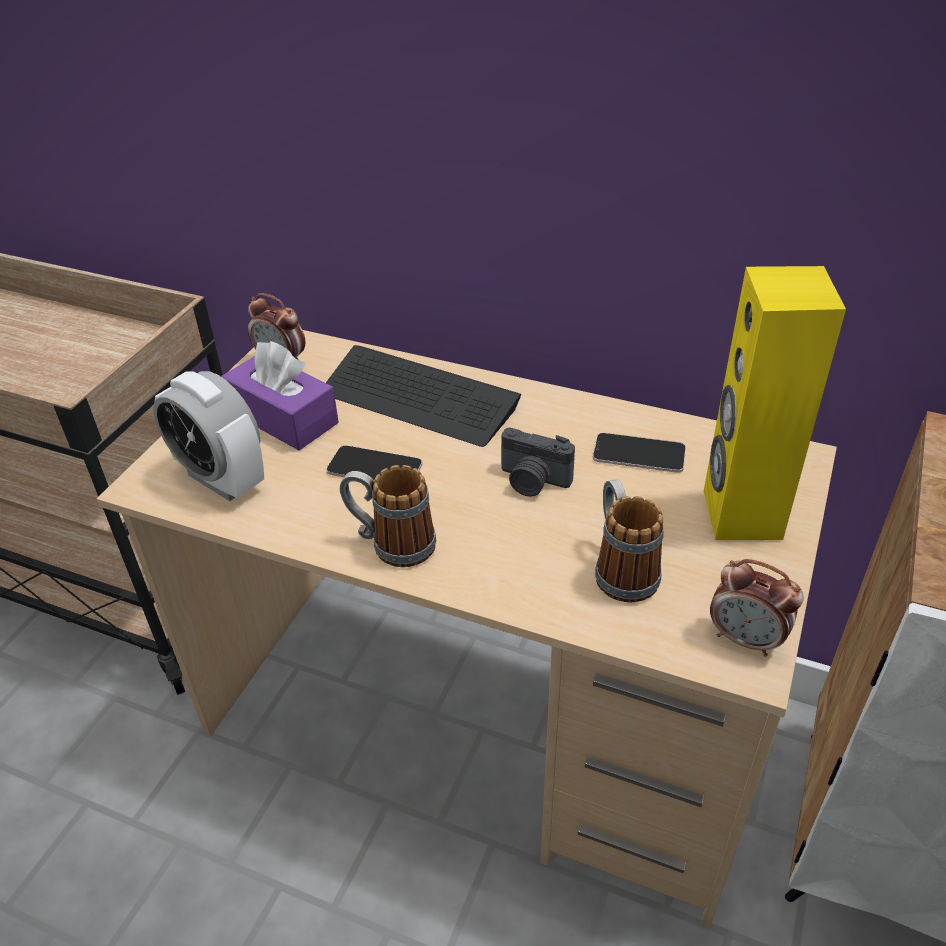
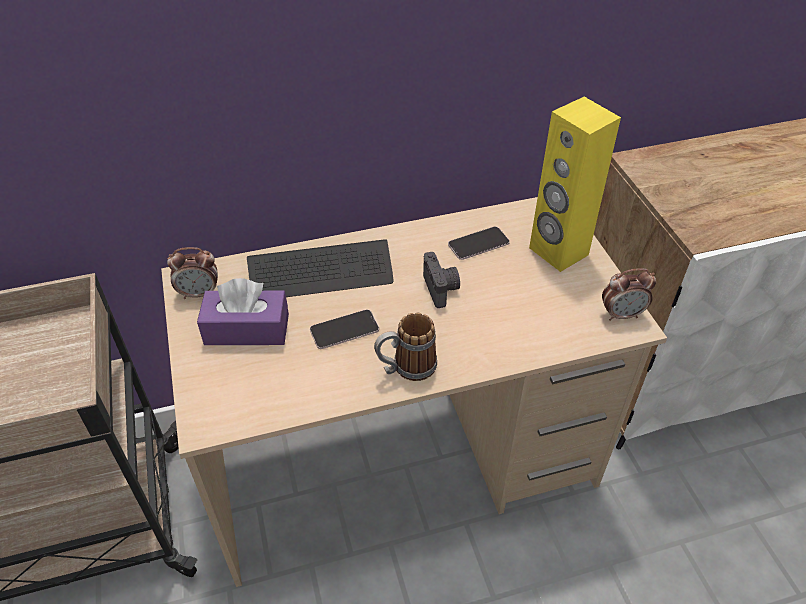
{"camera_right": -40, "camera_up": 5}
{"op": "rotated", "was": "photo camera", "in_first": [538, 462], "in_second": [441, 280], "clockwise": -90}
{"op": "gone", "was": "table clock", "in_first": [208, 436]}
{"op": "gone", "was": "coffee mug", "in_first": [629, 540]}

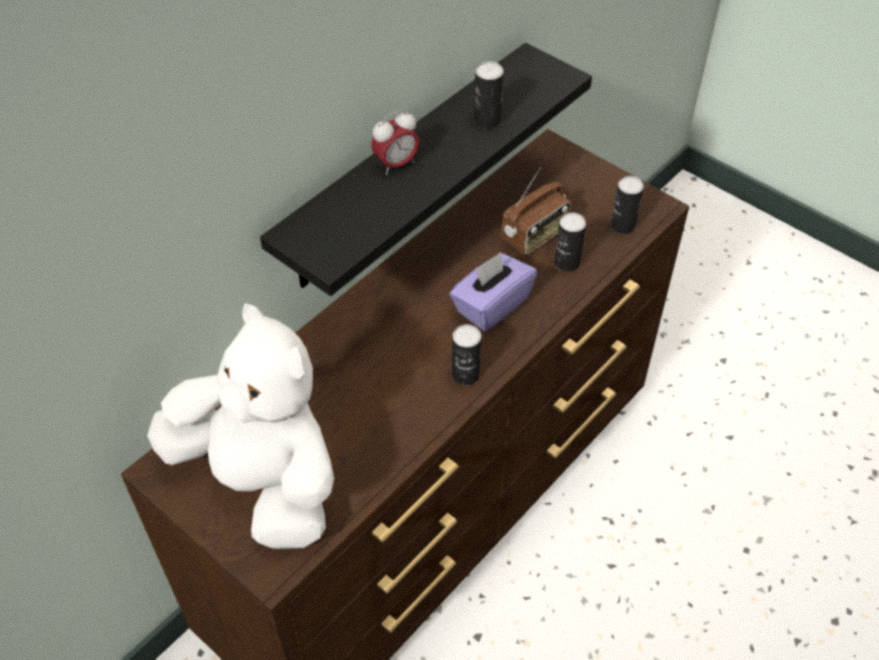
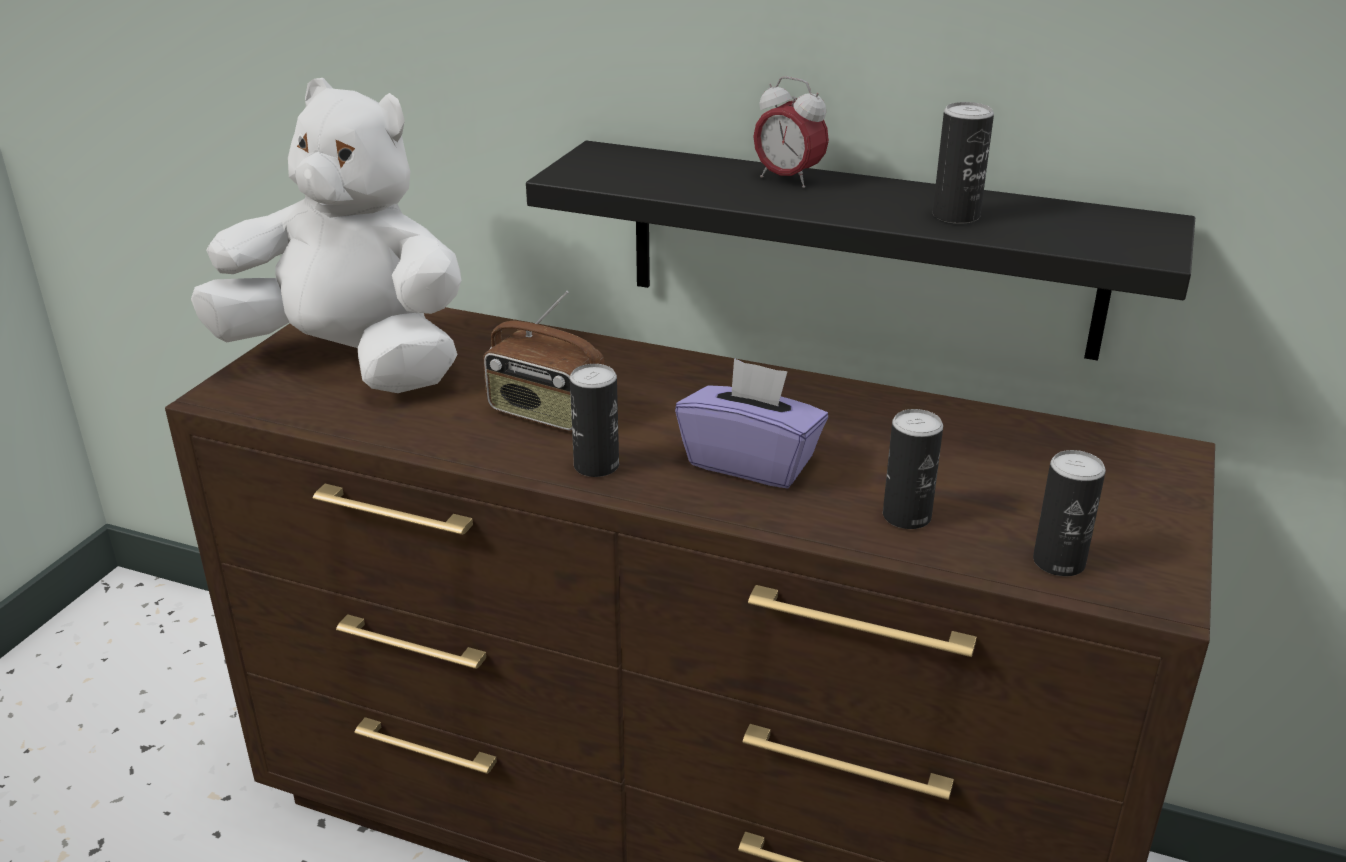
{"camera_right": 70, "camera_up": -20}
{"op": "rotated", "was": "white cuddly toy", "in_first": [240, 426], "in_second": [326, 235], "clockwise": -90}
{"op": "shifted", "was": "radio receiver", "in_first": [536, 211], "in_second": [543, 361]}

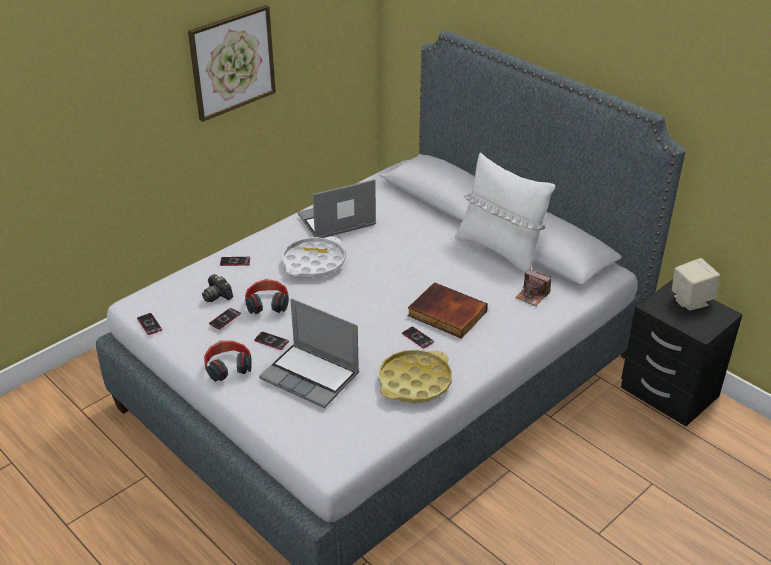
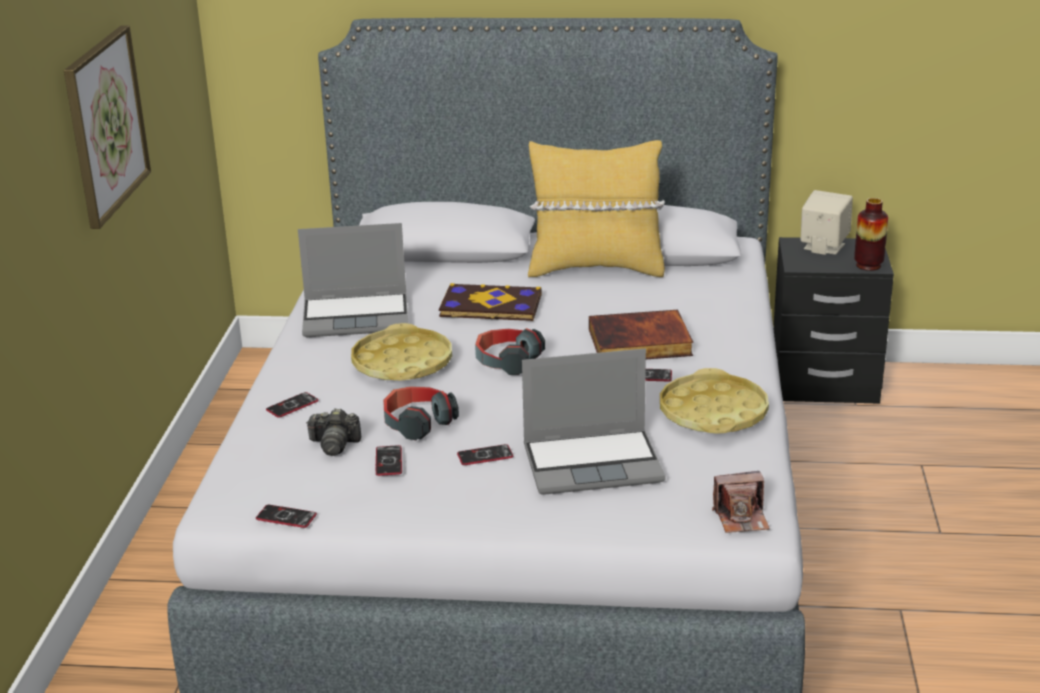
{"camera_right": -40, "camera_up": -10}
{"op": "rotated", "was": "portable computer", "in_first": [337, 208], "in_second": [353, 280], "clockwise": -120}
{"op": "repainted", "was": "white tray", "now": "yellow-coloured tray", "in_first": [313, 257], "in_second": [401, 351]}
{"op": "new", "now": "book", "in_second": [490, 302]}
{"op": "shifted", "was": "headphones", "in_first": [228, 361], "in_second": [510, 351]}
{"op": "repainted", "was": "white cushion", "now": "yellow-coloured cushion", "in_first": [505, 213], "in_second": [596, 208]}
{"op": "shifted", "was": "photo camera", "in_first": [533, 287], "in_second": [741, 502]}
{"op": "new", "now": "decorative vase", "in_second": [871, 234]}

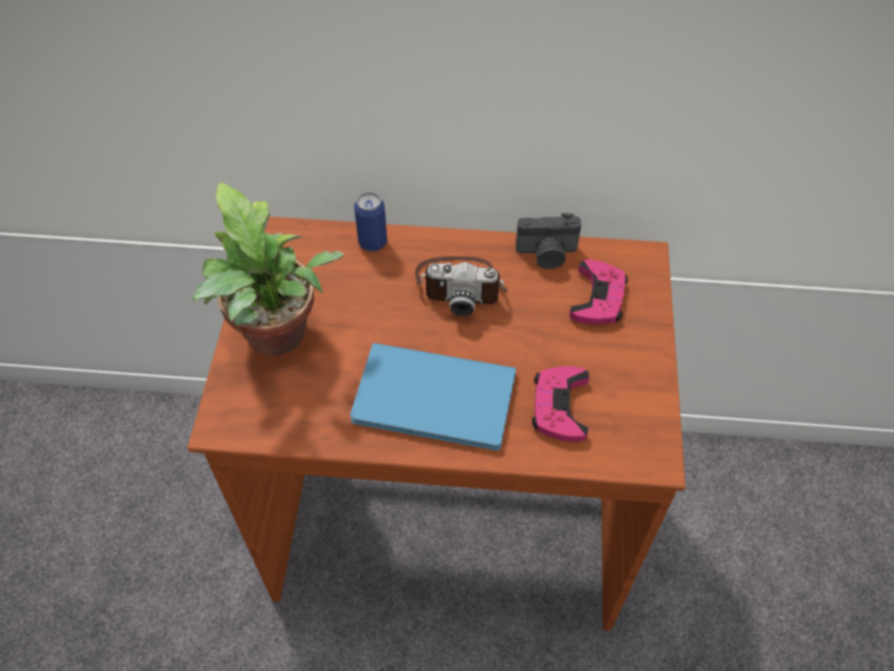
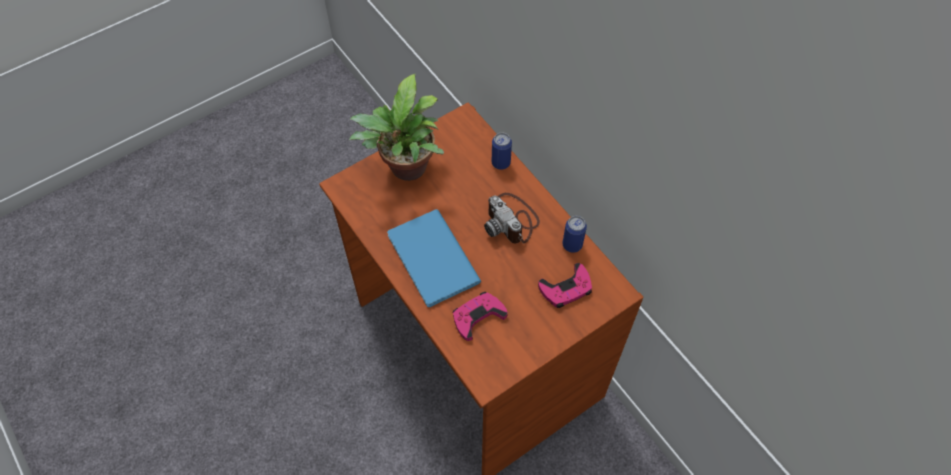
{"camera_right": 50, "camera_up": 5}
{"op": "swapped", "was": "photo camera", "now": "sealed can", "in_first": [548, 241], "in_second": [574, 234]}

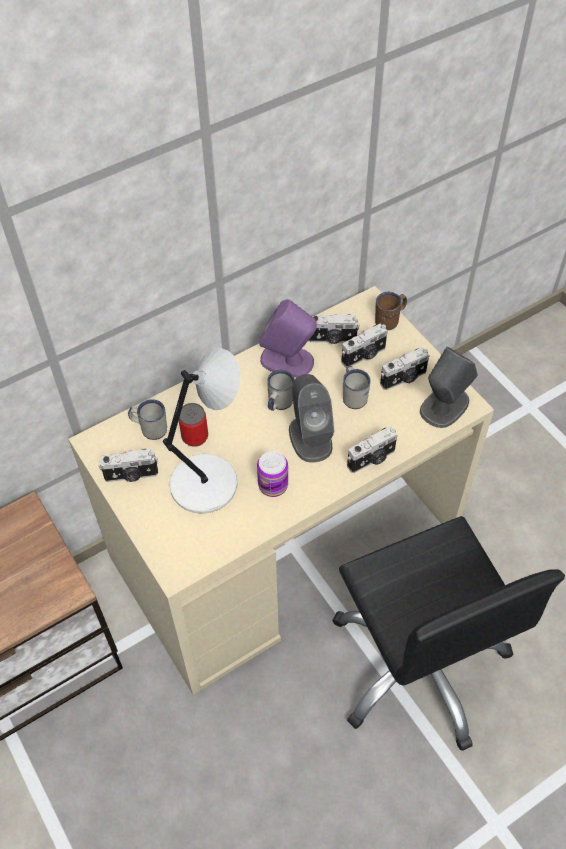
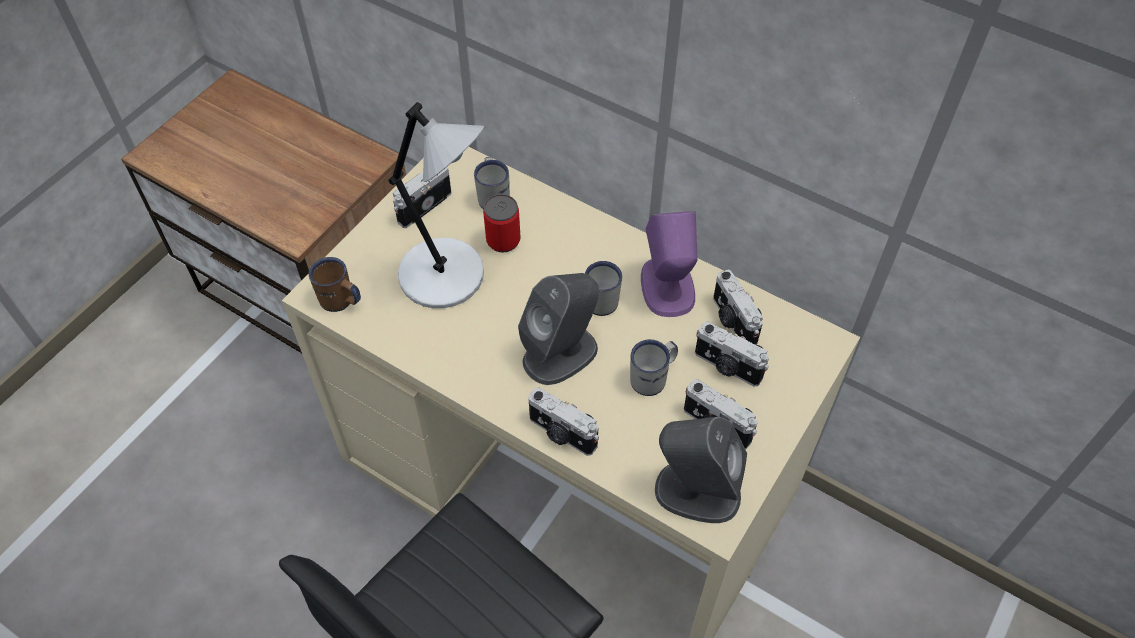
{"camera_right": 65, "camera_up": 0}
{"op": "shifted", "was": "brown-coloured coffee mug", "in_first": [391, 311], "in_second": [334, 284]}
{"op": "rotated", "was": "photo camera", "in_first": [128, 465], "in_second": [422, 197], "clockwise": 75}
{"op": "gone", "was": "sealed can", "in_first": [272, 474]}

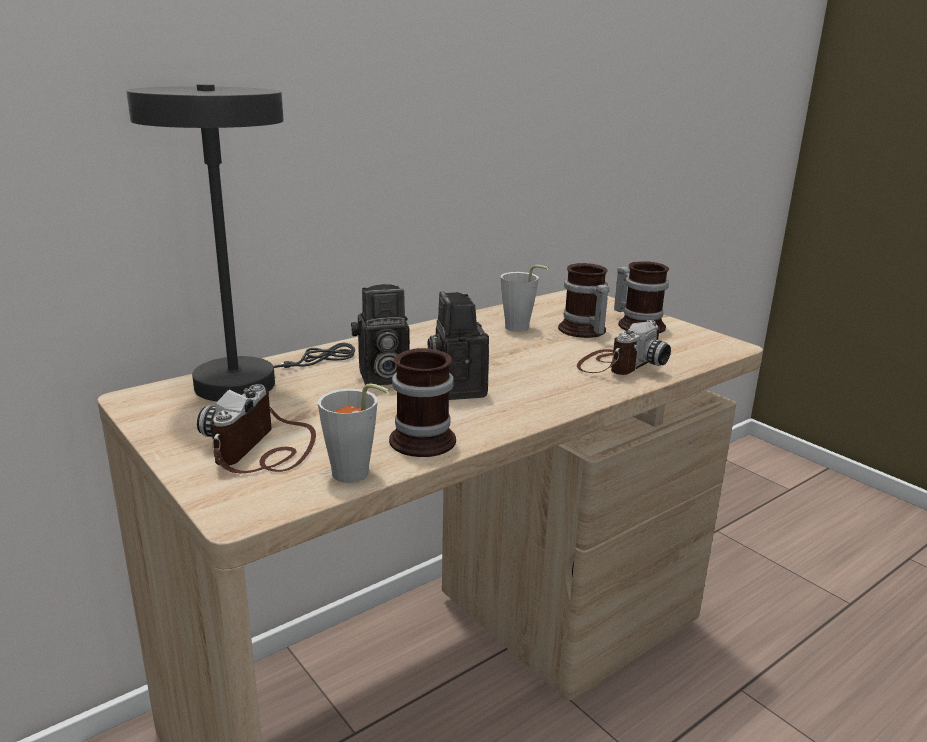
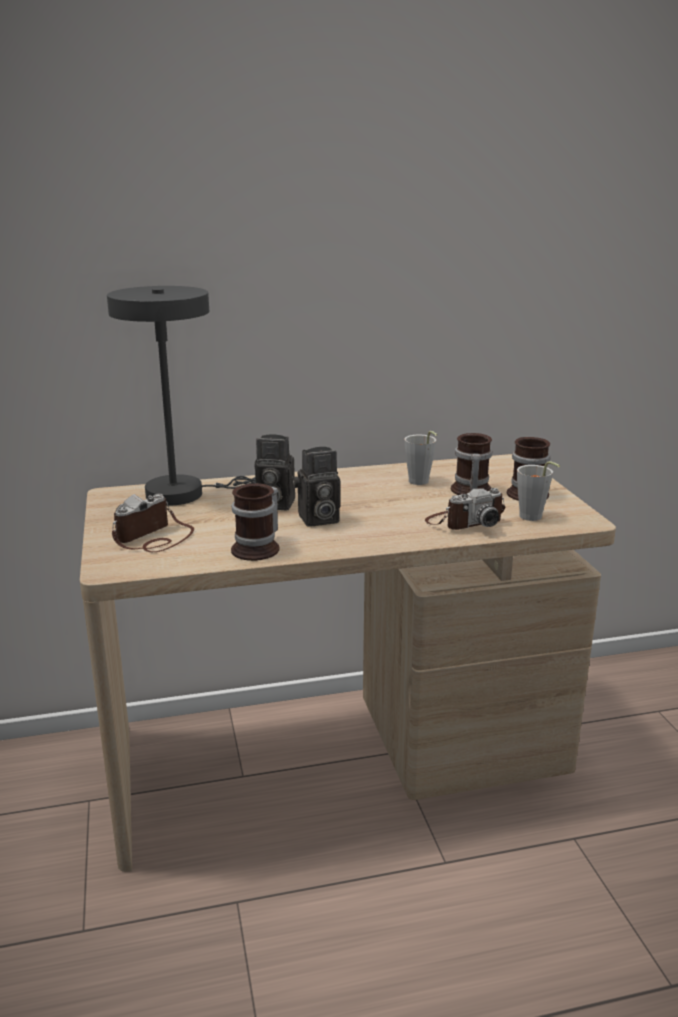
{"camera_right": 25, "camera_up": 0}
{"op": "rotated", "was": "photo camera", "in_first": [458, 345], "in_second": [317, 487], "clockwise": -120}
{"op": "shifted", "was": "gray small cup", "in_first": [354, 433], "in_second": [538, 491]}

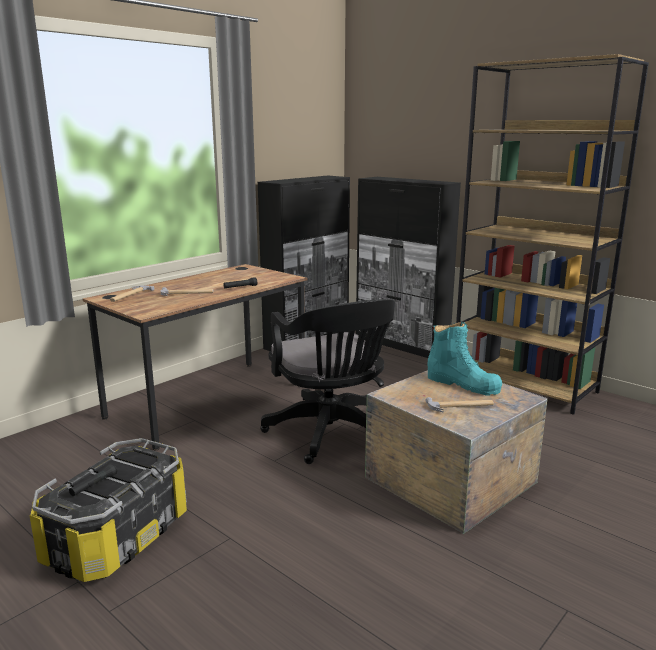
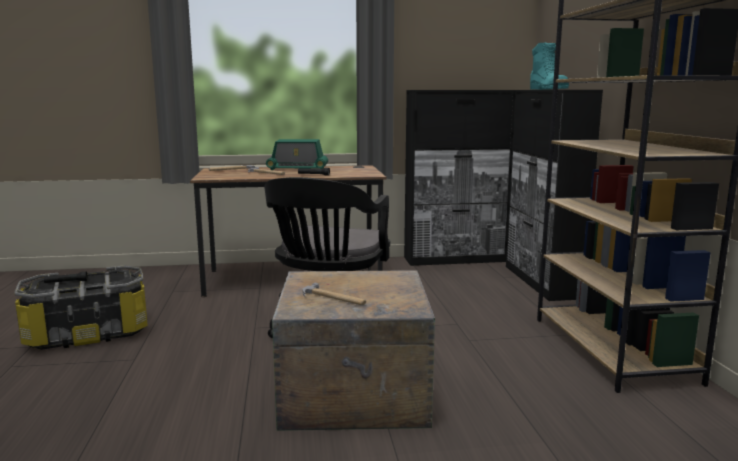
{"camera_right": 40, "camera_up": -5}
{"op": "new", "now": "radio receiver", "in_second": [297, 154]}
{"op": "shifted", "was": "turquoise boot", "in_first": [464, 358], "in_second": [549, 66]}

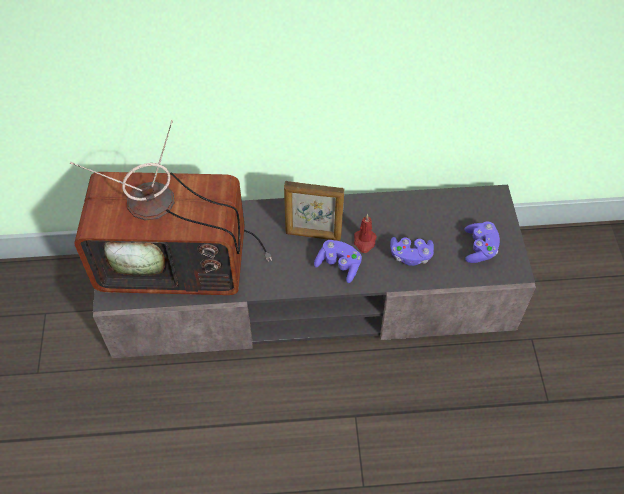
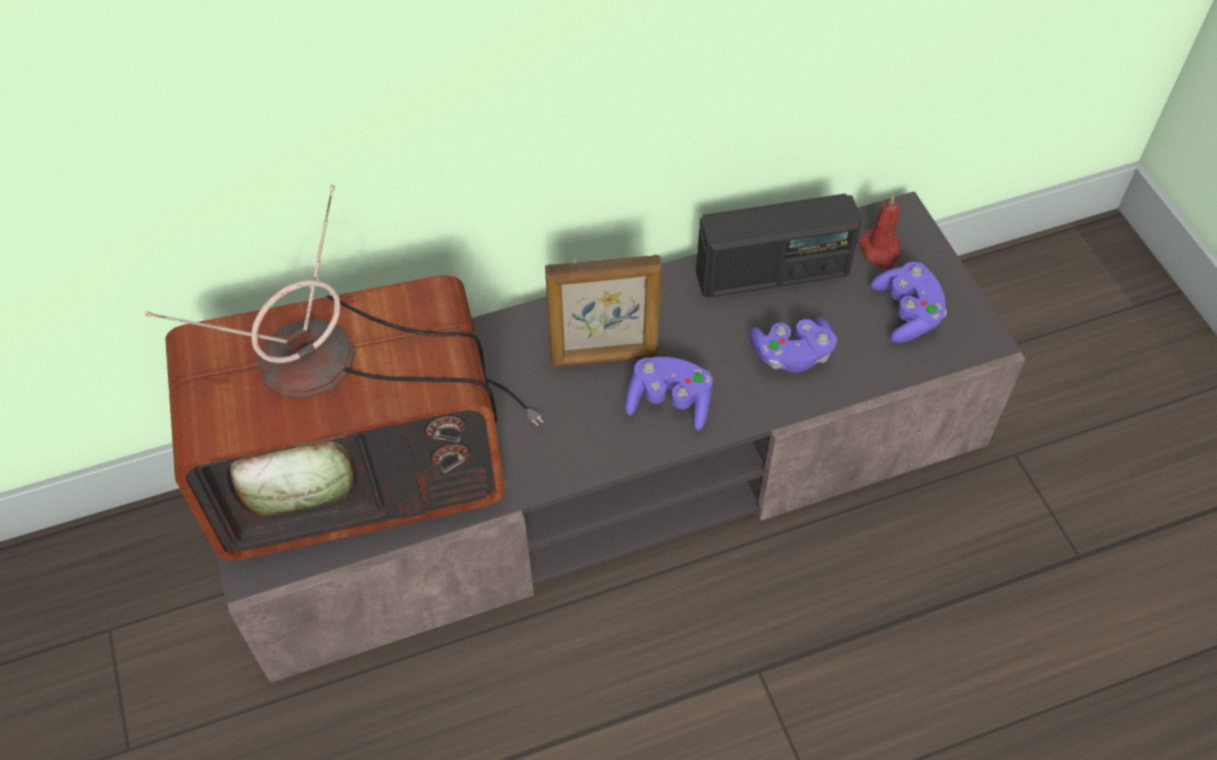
{"camera_right": -15, "camera_up": 0}
{"op": "new", "now": "radio receiver", "in_second": [779, 246]}
{"op": "shifted", "was": "reddish candle", "in_first": [365, 233], "in_second": [879, 231]}

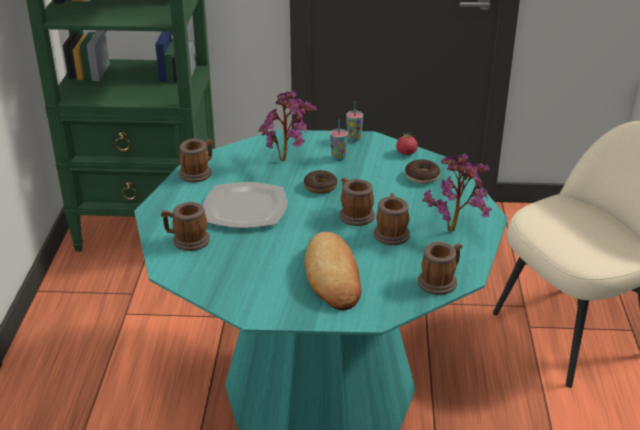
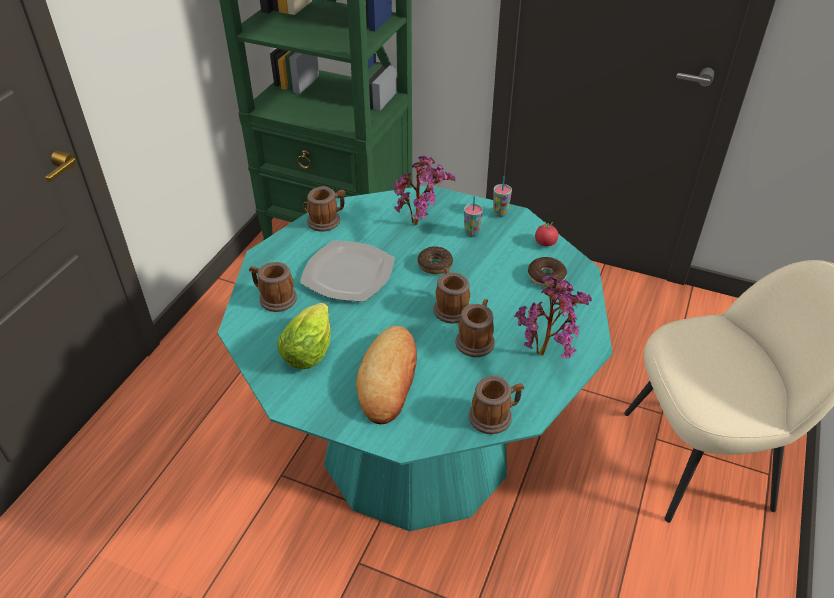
{"camera_right": 20, "camera_up": 10}
{"op": "new", "now": "lettuce", "in_second": [304, 336]}

